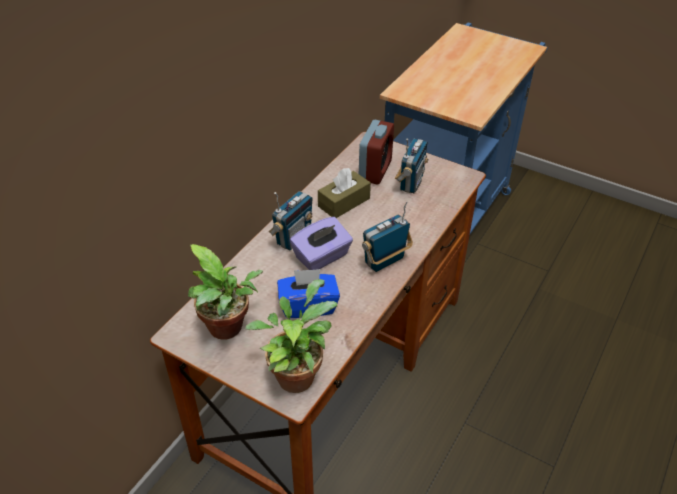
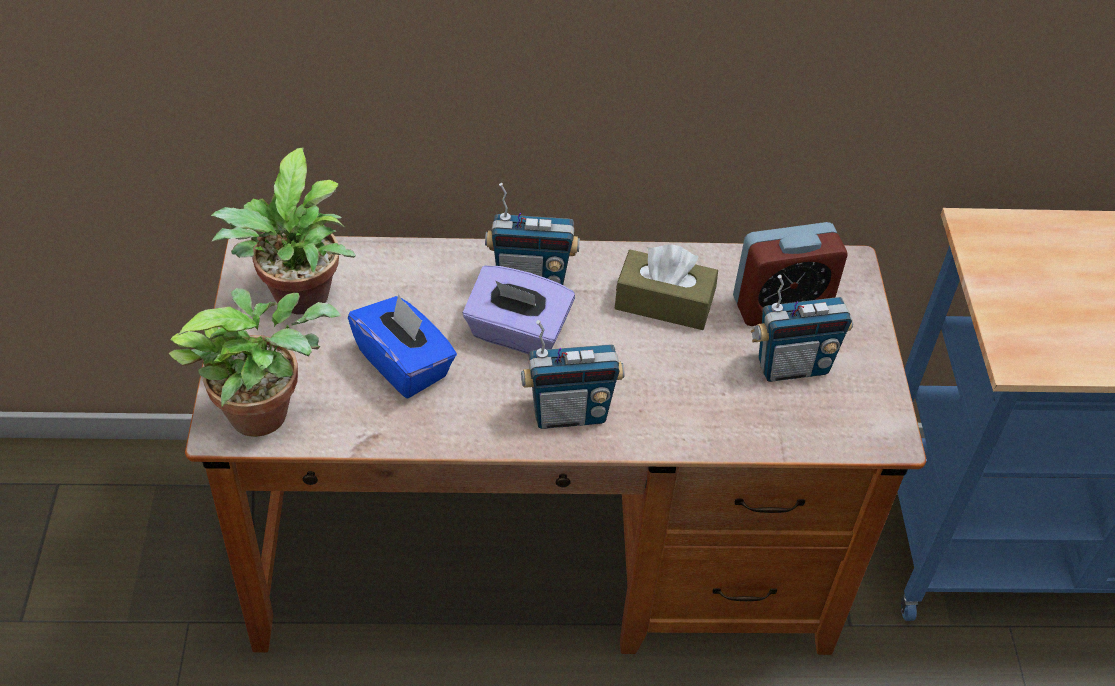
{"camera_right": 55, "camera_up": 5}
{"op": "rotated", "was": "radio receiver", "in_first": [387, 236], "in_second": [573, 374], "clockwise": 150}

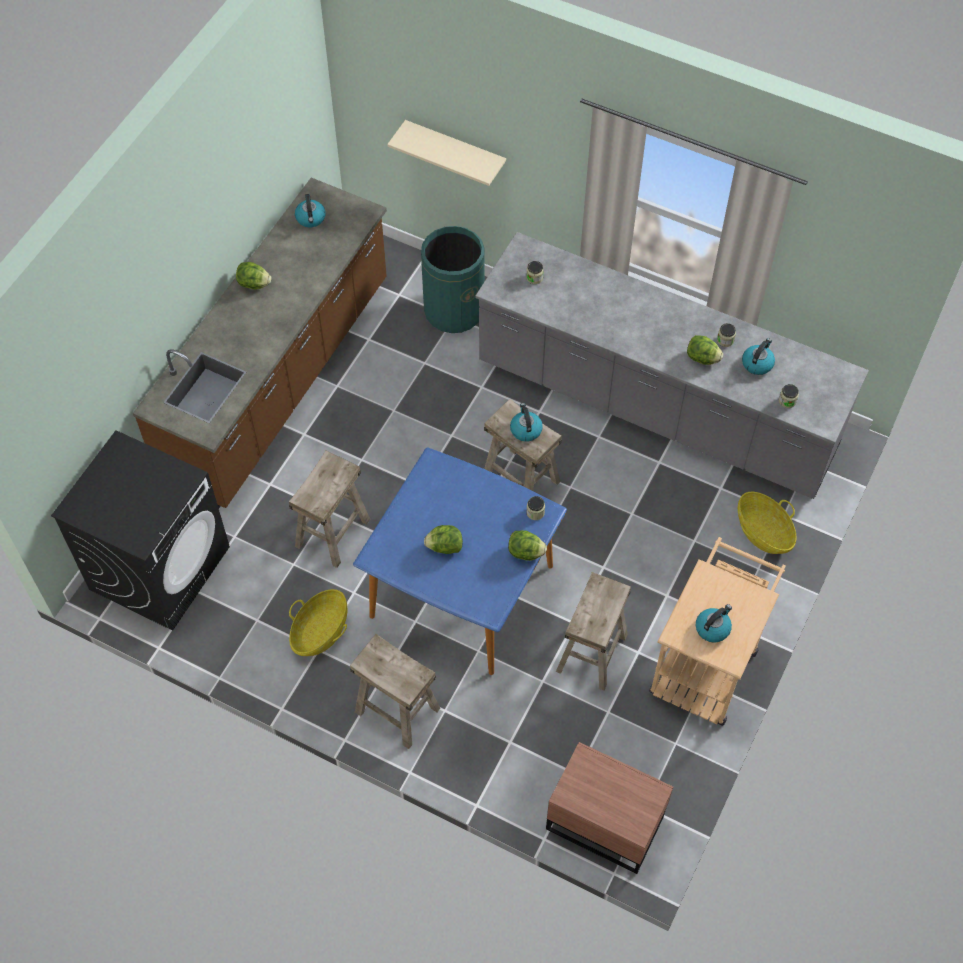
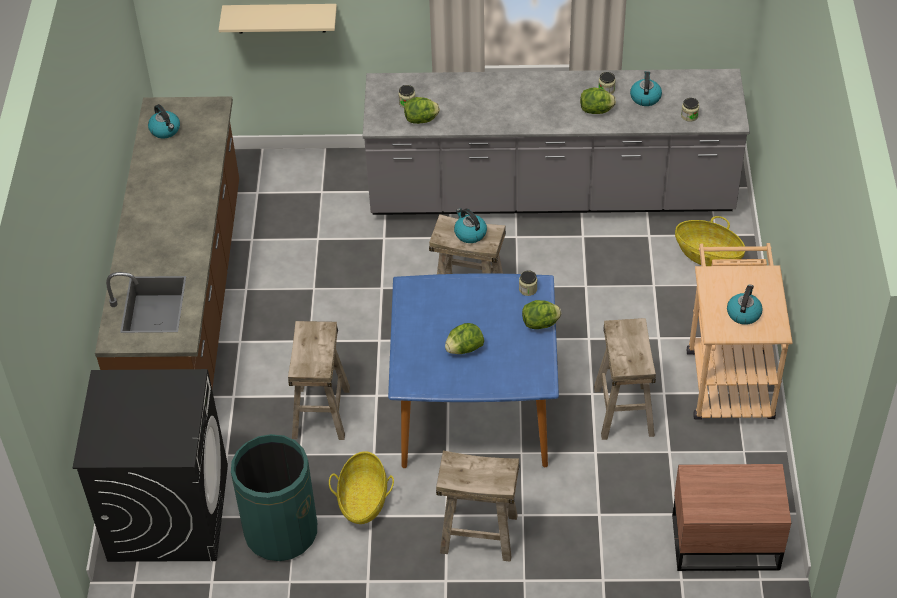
{"camera_right": -25, "camera_up": -10}
{"op": "shifted", "was": "greenish waste bin", "in_first": [453, 279], "in_second": [274, 497]}
{"op": "shifted", "was": "lettuce", "in_first": [253, 276], "in_second": [422, 110]}

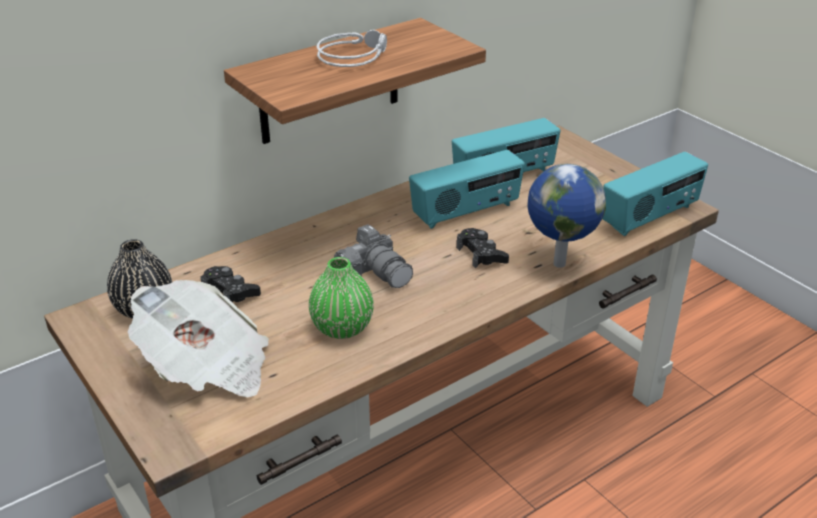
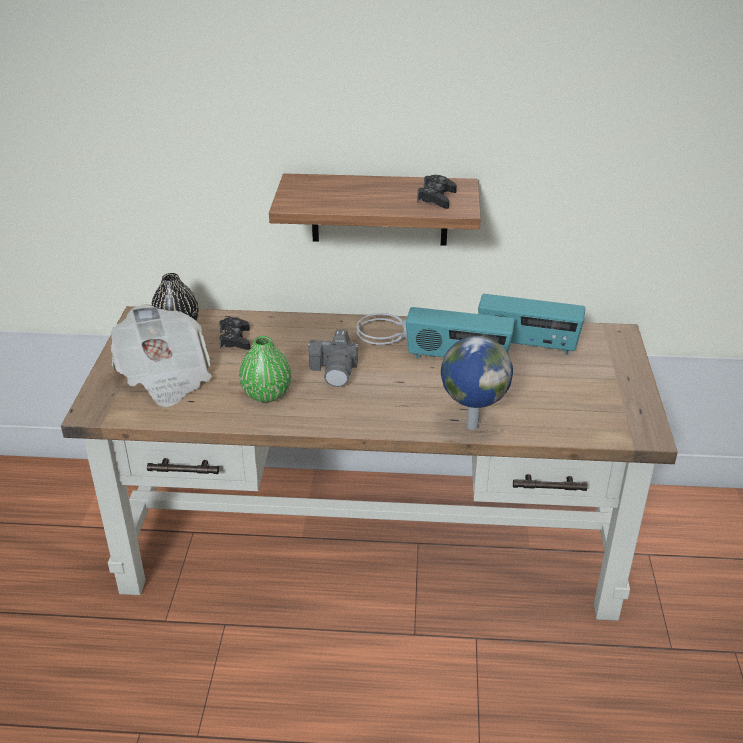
{"camera_right": 40, "camera_up": 0}
{"op": "shifted", "was": "gray headphones", "in_first": [352, 48], "in_second": [382, 329]}
{"op": "shifted", "was": "blackish joypad", "in_first": [482, 248], "in_second": [437, 192]}
{"op": "gone", "was": "radio receiver", "in_first": [655, 194]}

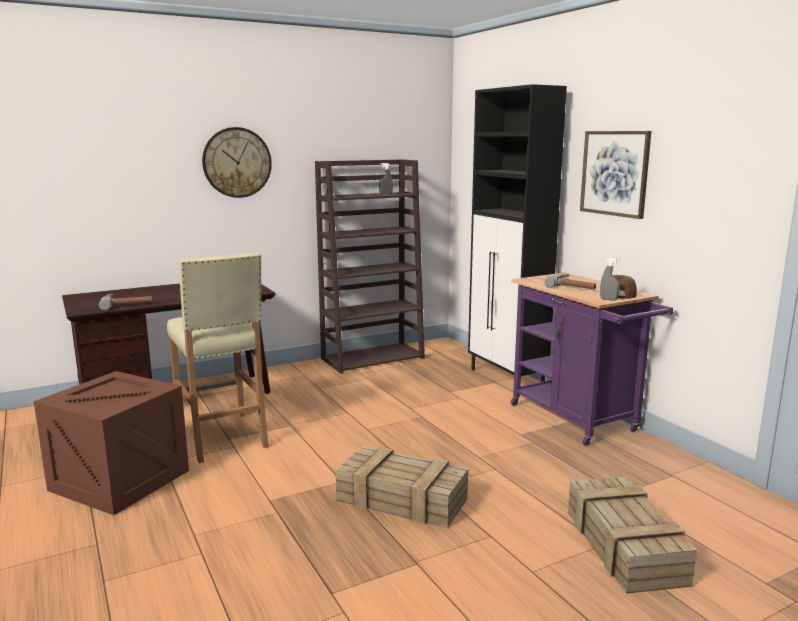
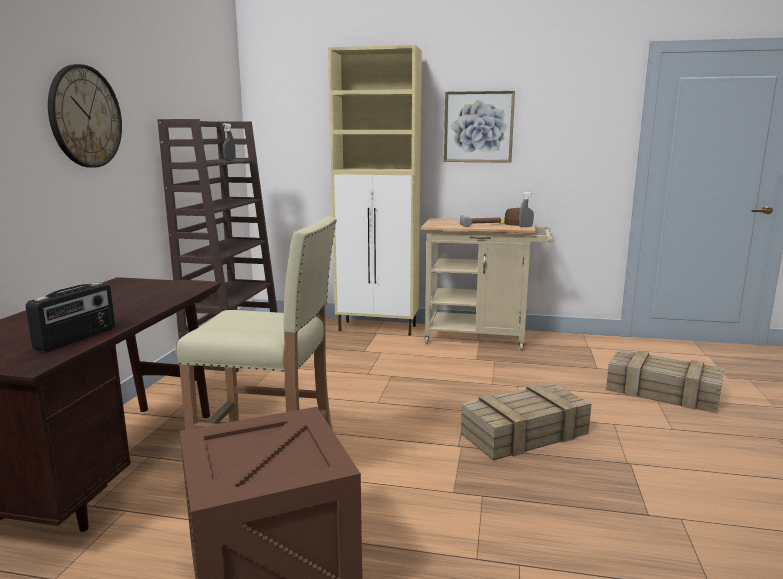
{"camera_right": -50, "camera_up": 0}
{"op": "swapped", "was": "tool hammer", "now": "radio receiver", "in_first": [125, 302], "in_second": [70, 317]}
{"op": "repainted", "was": "blackish cabinet", "now": "beige-coloured cabinet", "in_first": [517, 234], "in_second": [375, 190]}
{"op": "repainted", "was": "purplish wheeled cart", "now": "beige-coloured wheeled cart", "in_first": [592, 359], "in_second": [487, 284]}

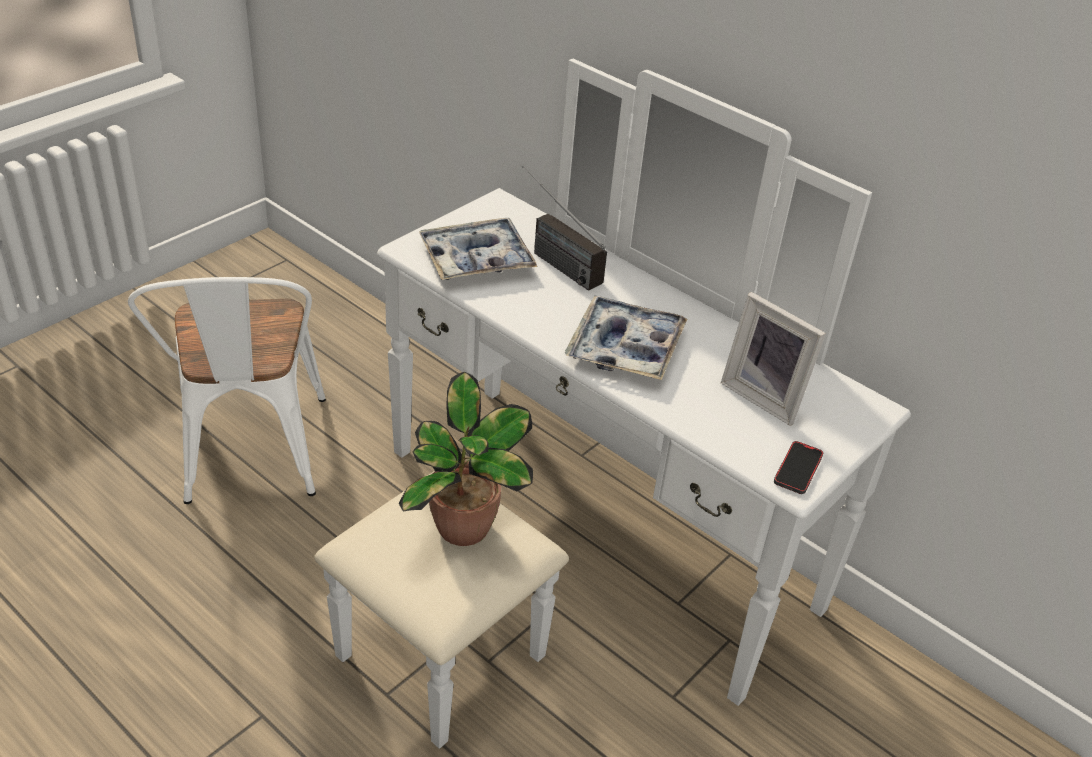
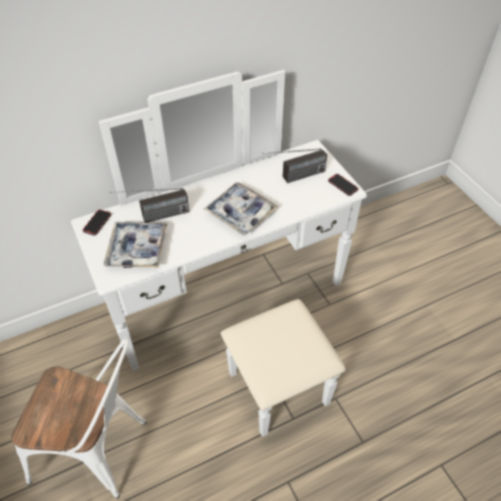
{"camera_right": -65, "camera_up": 10}
{"op": "new", "now": "telephone", "in_second": [97, 222]}
{"op": "swapped", "was": "picture frame", "now": "radio receiver", "in_first": [773, 359], "in_second": [294, 165]}
{"op": "gone", "was": "plant in a pot", "in_first": [466, 459]}

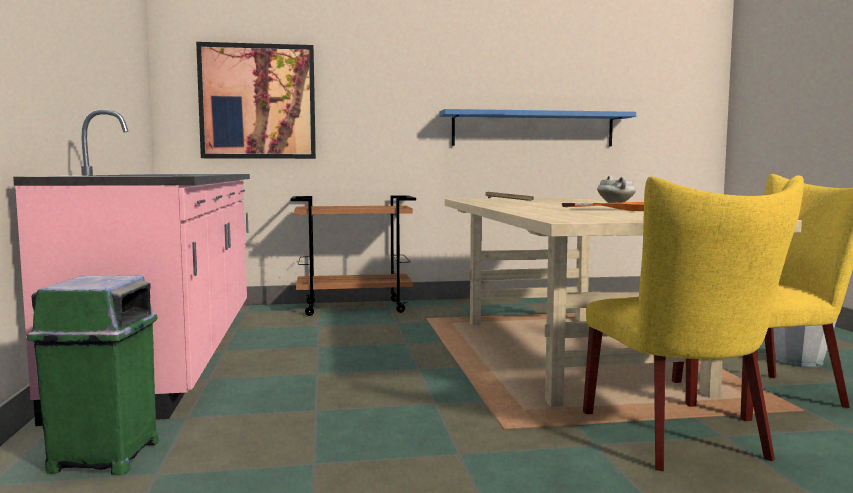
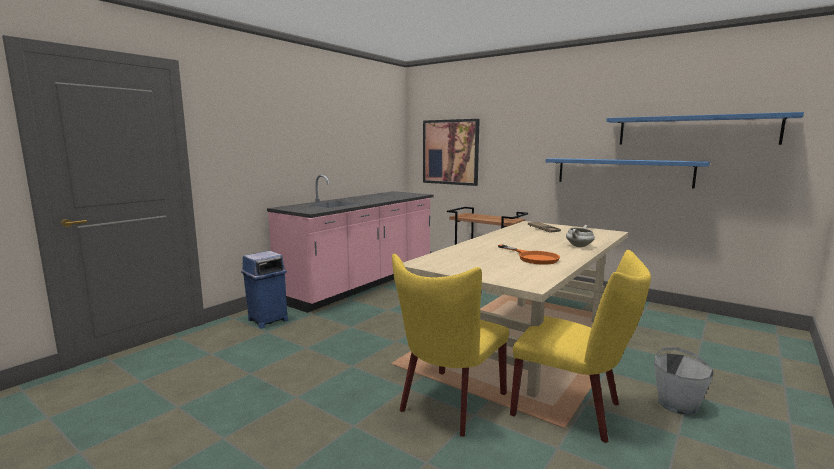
{"camera_right": 45, "camera_up": 5}
{"op": "repainted", "was": "greenish waste bin", "now": "bluish waste bin", "in_first": [93, 375], "in_second": [264, 289]}
{"op": "new", "now": "bluish shelf", "in_second": [705, 128]}

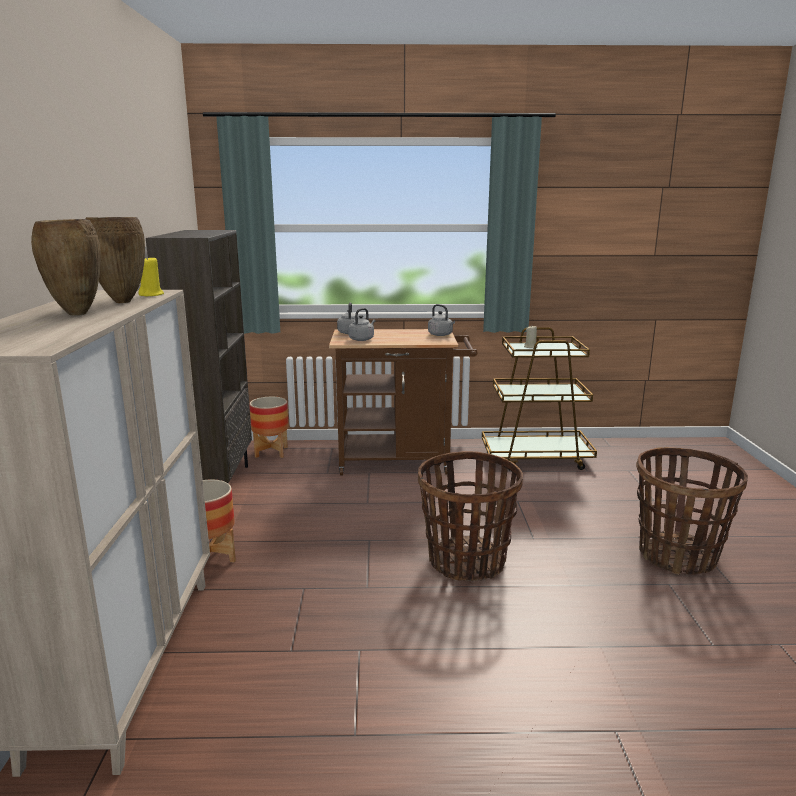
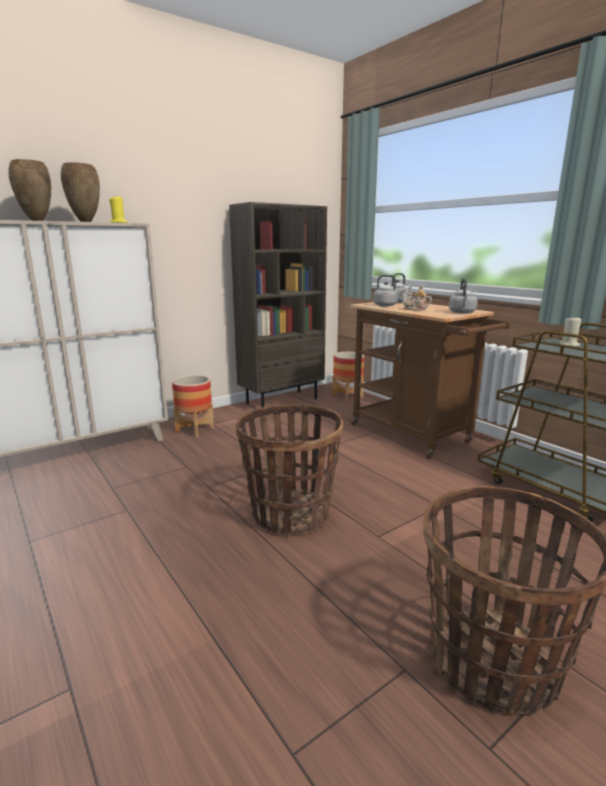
{"camera_right": 55, "camera_up": 0}
{"op": "new", "now": "pot for tea", "in_second": [417, 298]}

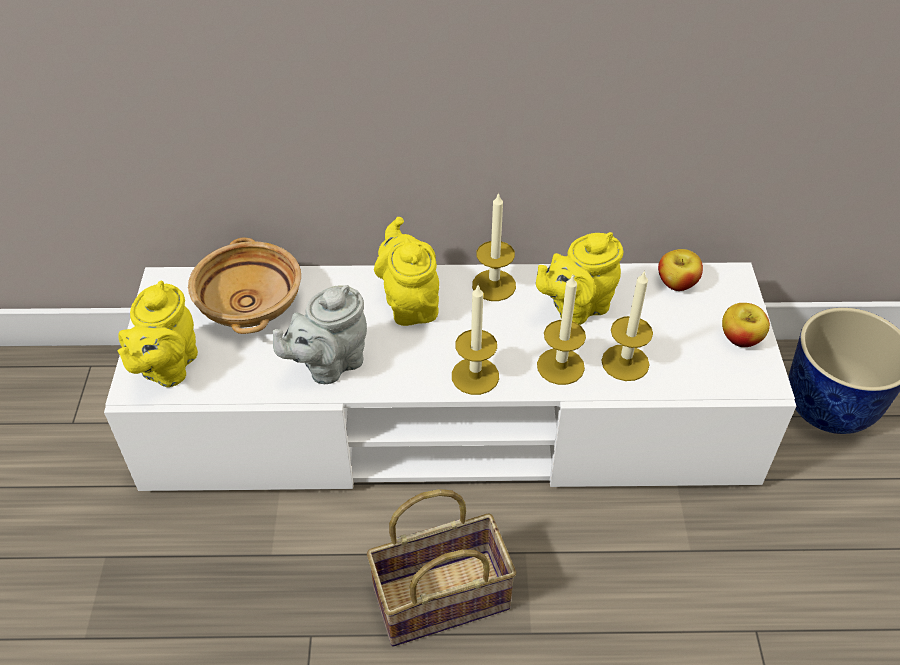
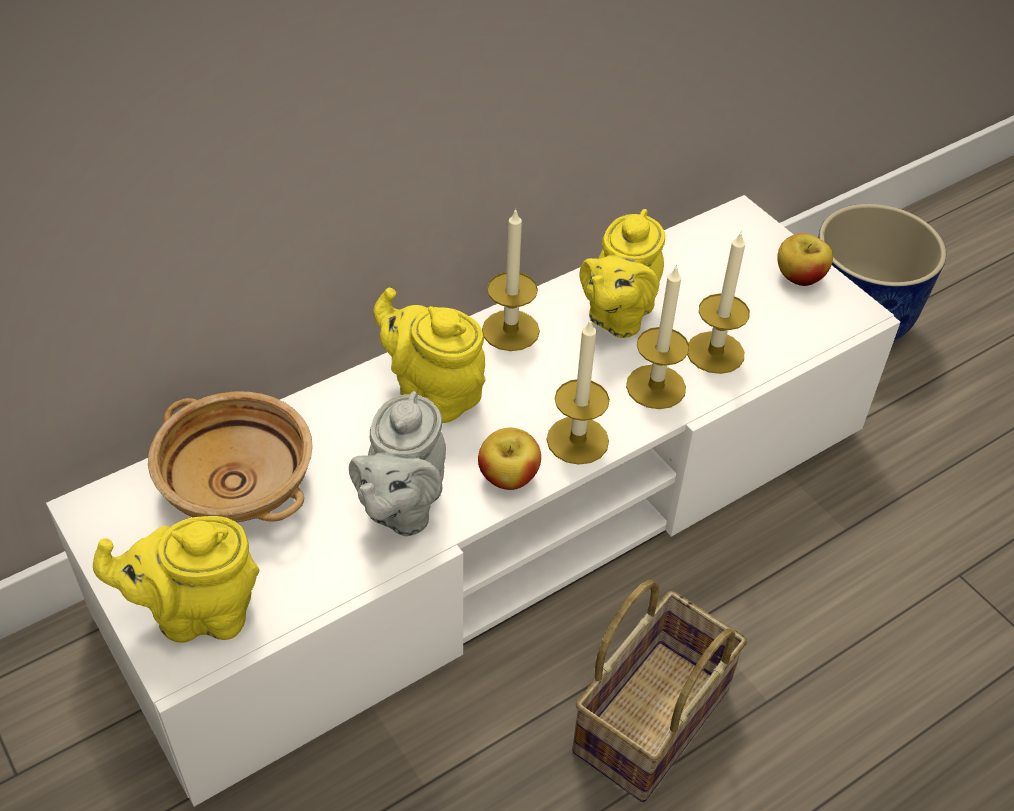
{"camera_right": -35, "camera_up": 0}
{"op": "rotated", "was": "yellow-coloured pot for tea", "in_first": [158, 333], "in_second": [176, 579], "clockwise": 105}
{"op": "shifted", "was": "apple fruit", "in_first": [680, 270], "in_second": [509, 459]}

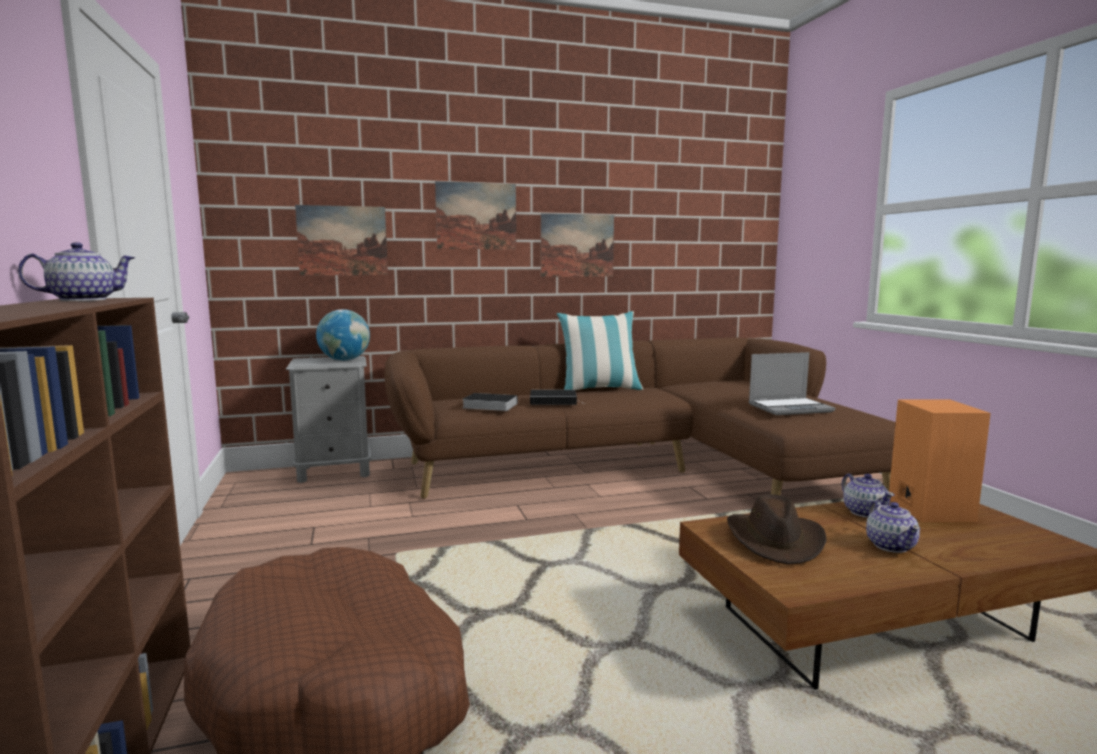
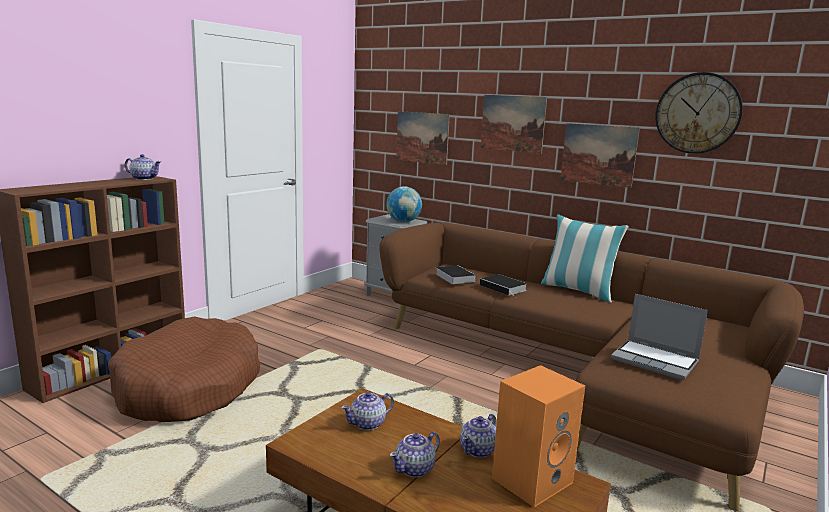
{"camera_right": 50, "camera_up": 5}
{"op": "swapped", "was": "brown-coloured clothing hat", "now": "pot for tea", "in_first": [777, 529], "in_second": [367, 411]}
{"op": "new", "now": "hanging clock", "in_second": [699, 113]}

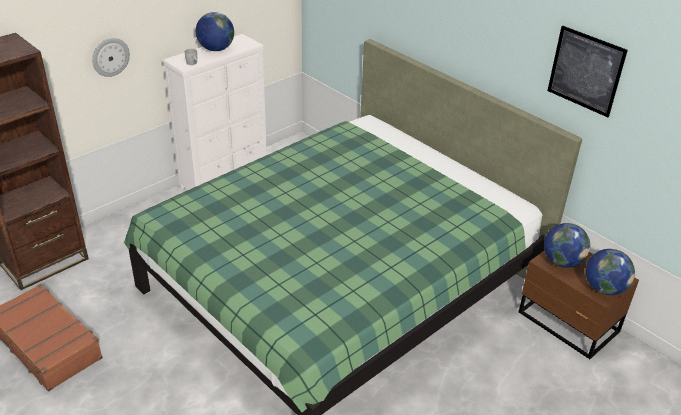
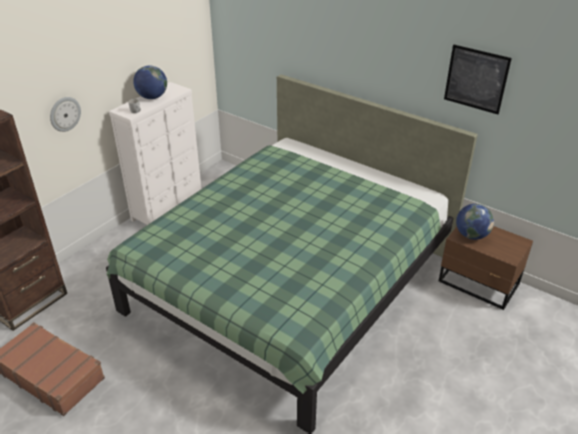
{"camera_right": -10, "camera_up": 0}
{"op": "gone", "was": "world globe", "in_first": [610, 272]}

